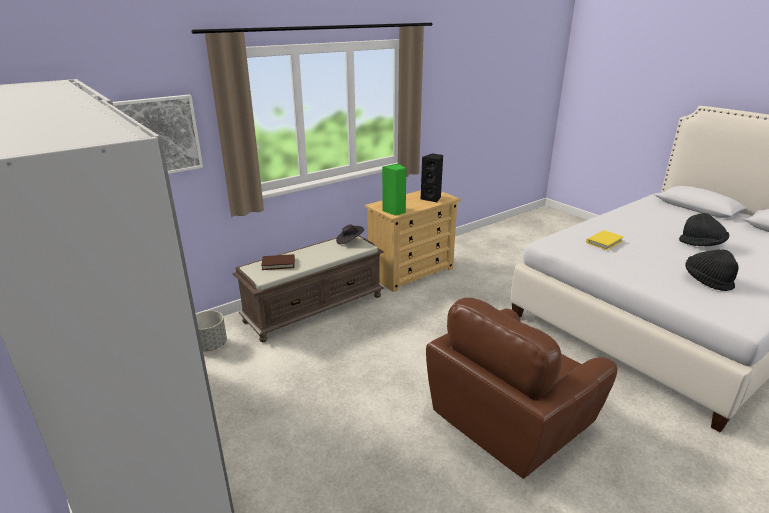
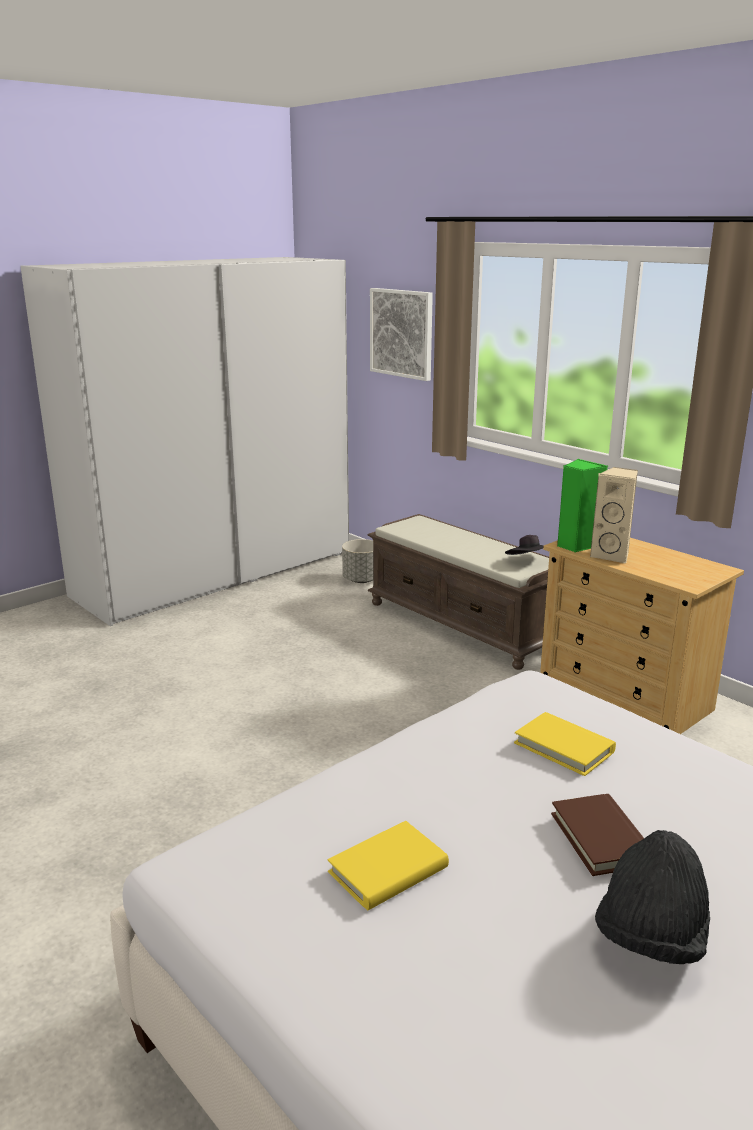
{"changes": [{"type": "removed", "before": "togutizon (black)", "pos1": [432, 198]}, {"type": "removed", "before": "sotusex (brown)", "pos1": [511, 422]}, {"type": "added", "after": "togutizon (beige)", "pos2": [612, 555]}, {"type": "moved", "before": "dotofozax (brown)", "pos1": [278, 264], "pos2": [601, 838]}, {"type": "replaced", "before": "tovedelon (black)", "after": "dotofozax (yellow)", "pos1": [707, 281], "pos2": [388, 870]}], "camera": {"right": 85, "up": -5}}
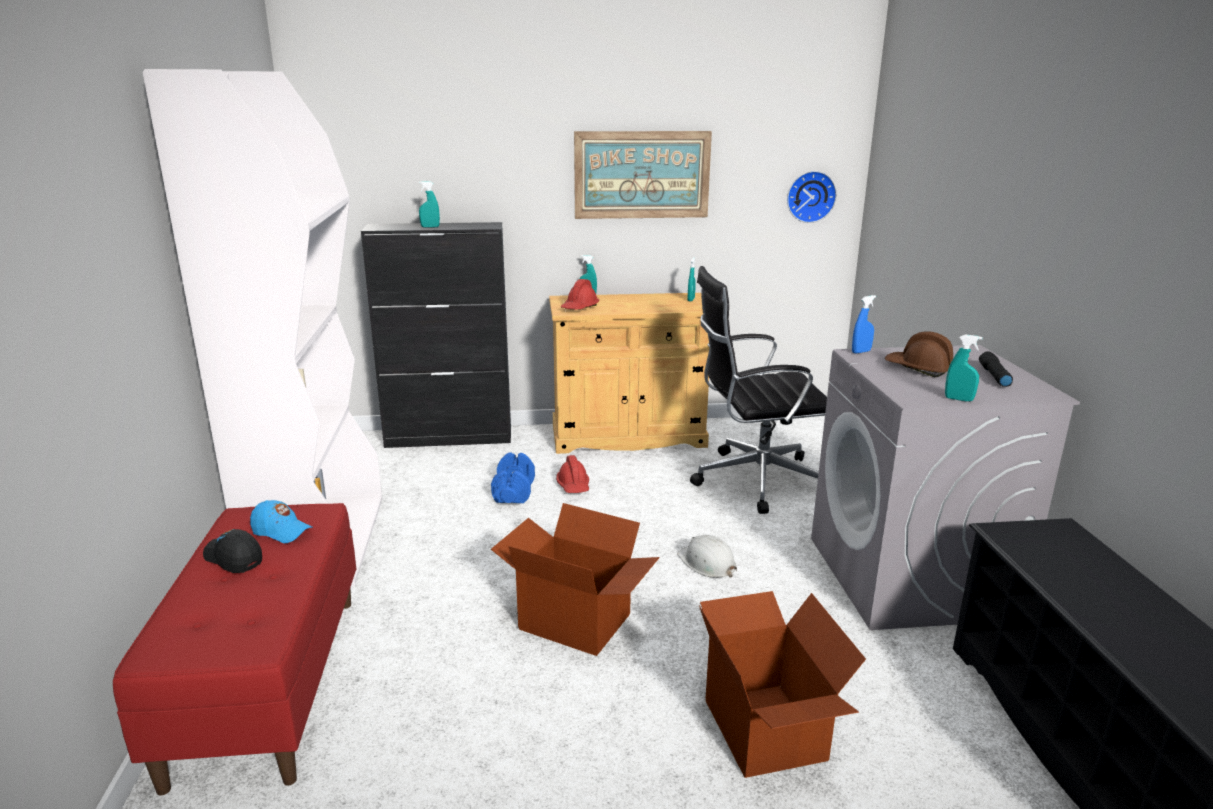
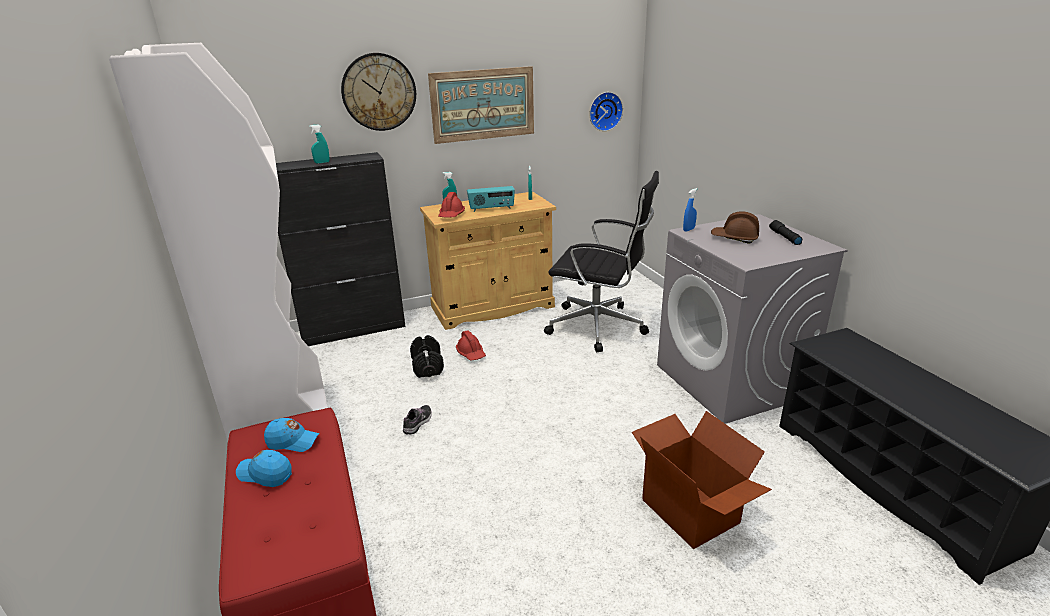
{"changes": [{"type": "removed", "before": "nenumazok", "pos1": [576, 620]}, {"type": "removed", "before": "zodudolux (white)", "pos1": [707, 563]}, {"type": "removed", "before": "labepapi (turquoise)", "pos1": [958, 399]}, {"type": "added", "after": "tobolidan", "pos2": [379, 92]}, {"type": "added", "after": "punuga", "pos2": [418, 422]}, {"type": "added", "after": "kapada", "pos2": [491, 209]}, {"type": "recoloured", "before": "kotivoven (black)", "after": "kotivoven (blue)", "pos1": [234, 558], "pos2": [265, 474]}, {"type": "recoloured", "before": "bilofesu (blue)", "after": "bilofesu (black)", "pos1": [514, 491], "pos2": [427, 366]}, {"type": "turned", "before": "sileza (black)", "pos1": [755, 480], "pos2": [599, 327], "turn": -135}], "camera": {"right": -15, "up": 5}}
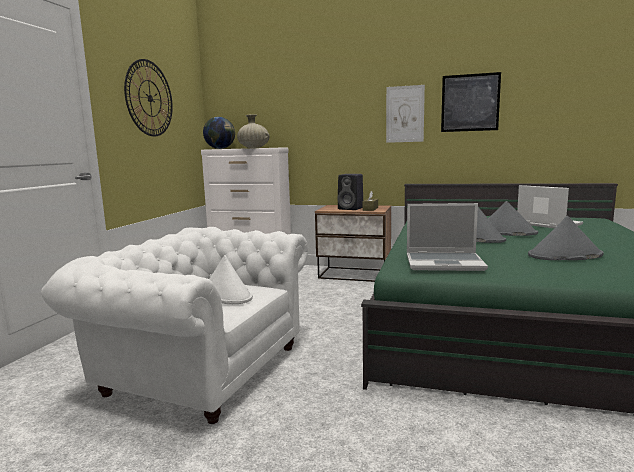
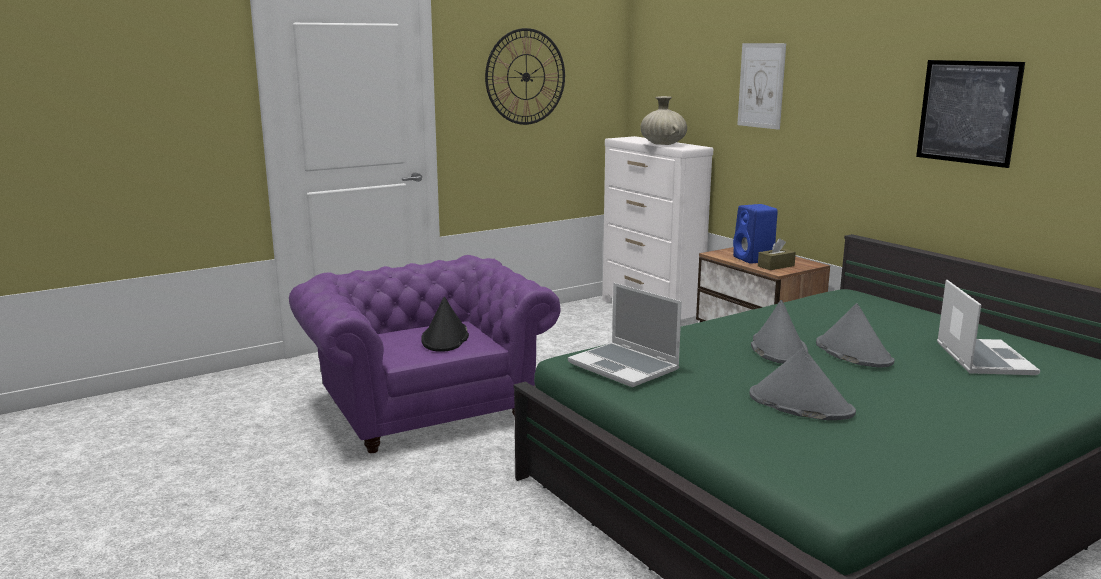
{"changes": [{"type": "removed", "before": "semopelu", "pos1": [220, 148]}, {"type": "moved", "before": "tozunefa", "pos1": [405, 114], "pos2": [761, 85]}, {"type": "recoloured", "before": "sotusex (white)", "after": "sotusex (purple)", "pos1": [199, 368], "pos2": [425, 407]}, {"type": "recoloured", "before": "tovedelon (white)", "after": "tovedelon (black)", "pos1": [226, 294], "pos2": [445, 338]}, {"type": "recoloured", "before": "togutizon (black)", "after": "togutizon (blue)", "pos1": [351, 208], "pos2": [754, 259]}], "camera": {"right": 40, "up": 5}}
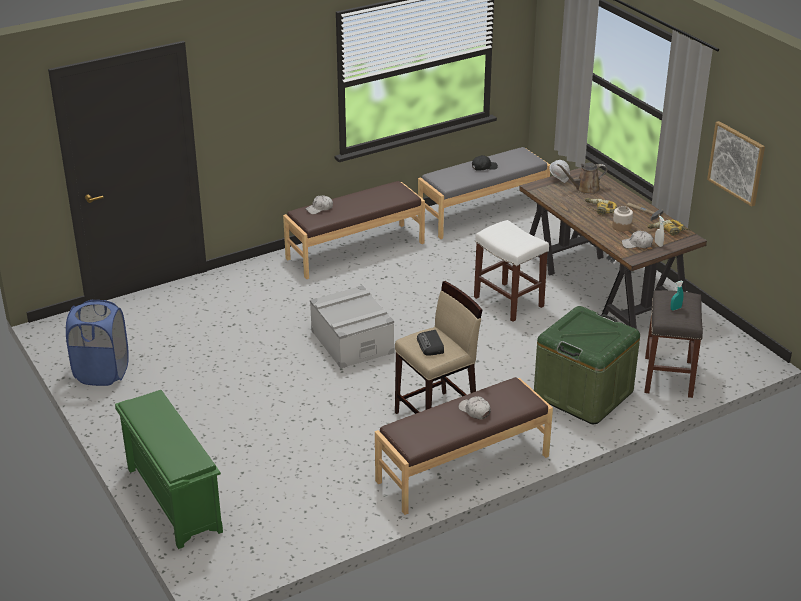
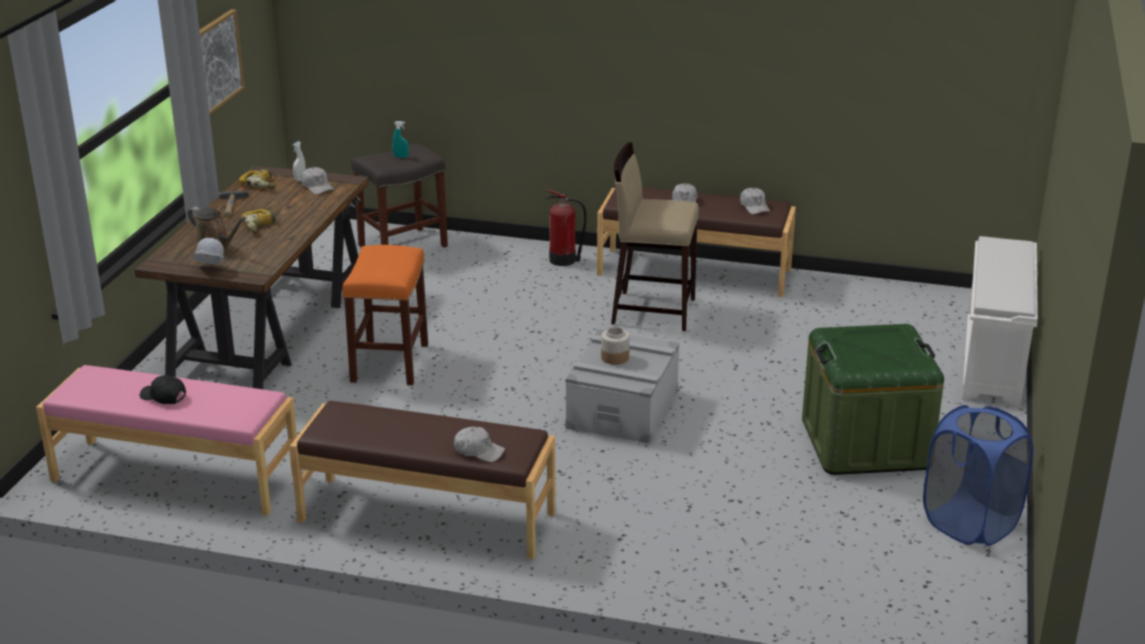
{"changes": [{"type": "removed", "before": "kapada", "pos1": [431, 346]}, {"type": "added", "after": "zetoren", "pos2": [564, 260]}, {"type": "added", "after": "kotivoven (white)", "pos2": [754, 207]}, {"type": "moved", "before": "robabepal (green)", "pos1": [583, 394], "pos2": [865, 444]}, {"type": "moved", "before": "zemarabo", "pos1": [621, 226], "pos2": [614, 358]}, {"type": "recoloured", "before": "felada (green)", "after": "felada (white)", "pos1": [172, 499], "pos2": [993, 364]}, {"type": "recoloured", "before": "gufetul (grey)", "after": "gufetul (pink)", "pos1": [482, 213], "pos2": [175, 477]}, {"type": "recoloured", "before": "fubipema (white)", "after": "fubipema (orange)", "pos1": [507, 301], "pos2": [390, 363]}], "camera": {"right": -135, "up": -5}}
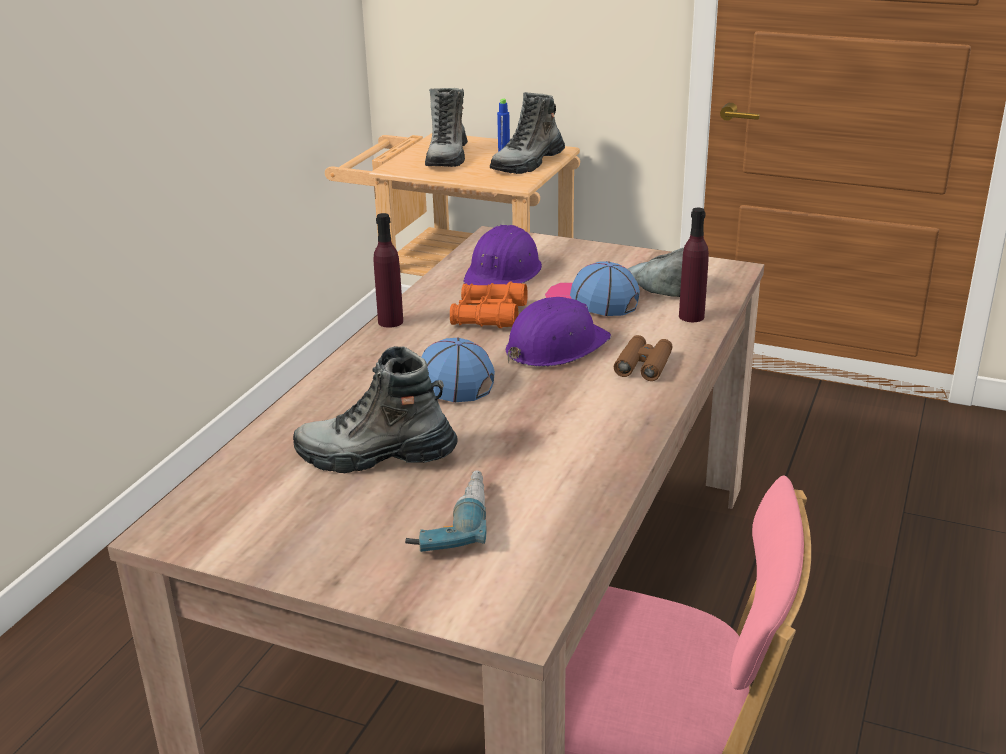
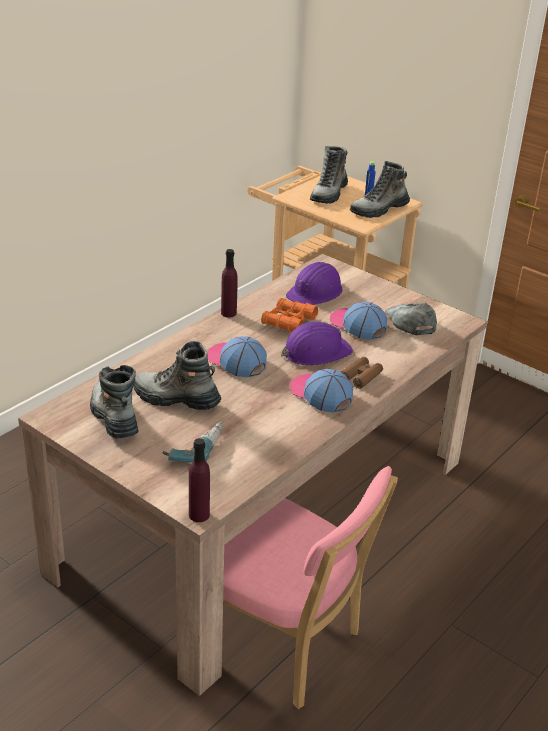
{"changes": [{"type": "added", "after": "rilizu", "pos2": [114, 417]}, {"type": "added", "after": "kotivoven", "pos2": [320, 394]}, {"type": "moved", "before": "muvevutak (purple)", "pos1": [691, 316], "pos2": [199, 515]}], "camera": {"right": 15, "up": 5}}
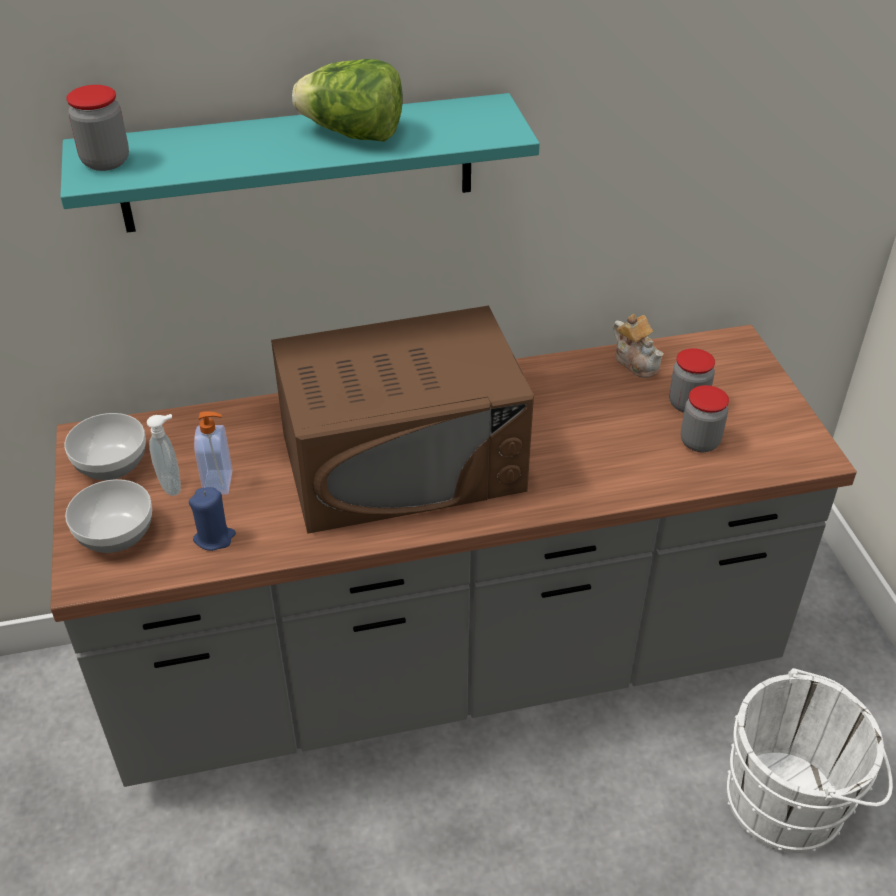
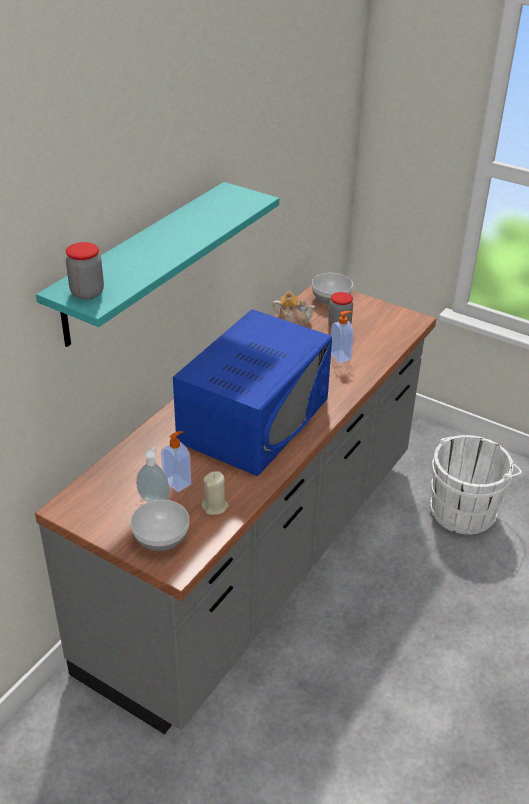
{"changes": [{"type": "removed", "before": "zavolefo", "pos1": [353, 135]}, {"type": "removed", "before": "zemarabo", "pos1": [699, 442]}, {"type": "added", "after": "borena", "pos2": [341, 356]}, {"type": "moved", "before": "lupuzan", "pos1": [111, 464], "pos2": [330, 299]}, {"type": "recoloured", "before": "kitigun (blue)", "after": "kitigun (beige)", "pos1": [214, 537], "pos2": [215, 506]}, {"type": "recoloured", "before": "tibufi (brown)", "after": "tibufi (blue)", "pos1": [403, 462], "pos2": [254, 419]}], "camera": {"right": -45, "up": -5}}
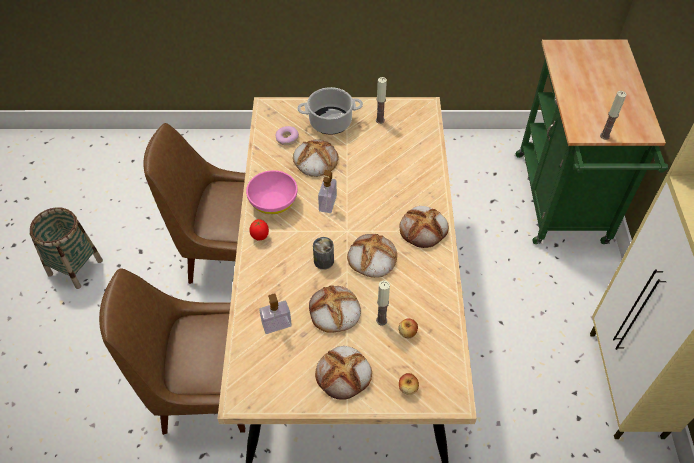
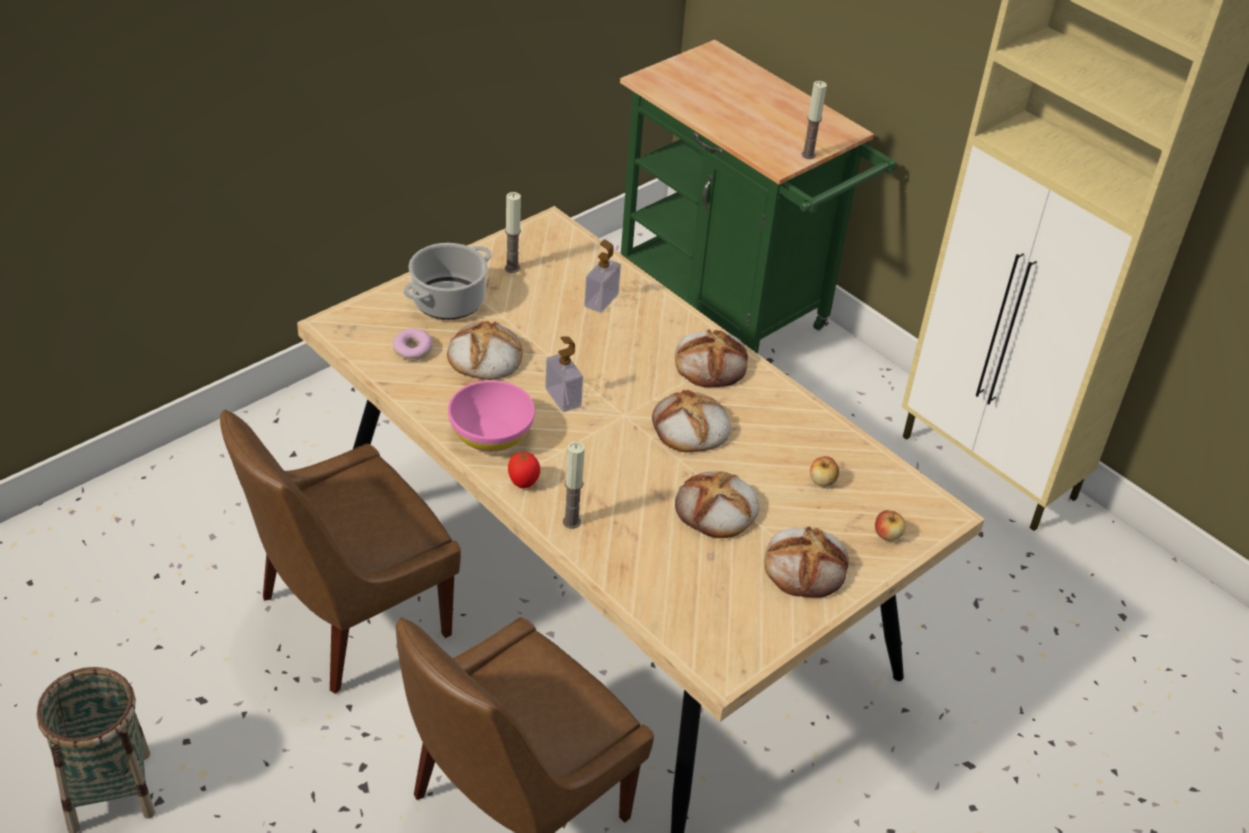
{"changes": [{"type": "removed", "before": "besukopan", "pos1": [323, 261]}, {"type": "moved", "before": "borena", "pos1": [276, 324], "pos2": [601, 300]}, {"type": "moved", "before": "kitigun", "pos1": [381, 320], "pos2": [571, 522]}], "camera": {"right": -45, "up": -10}}
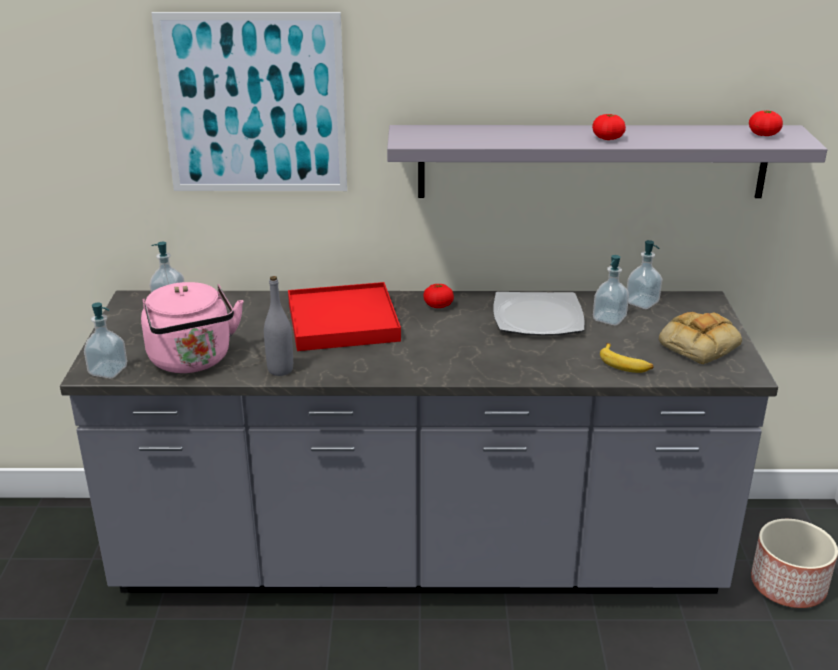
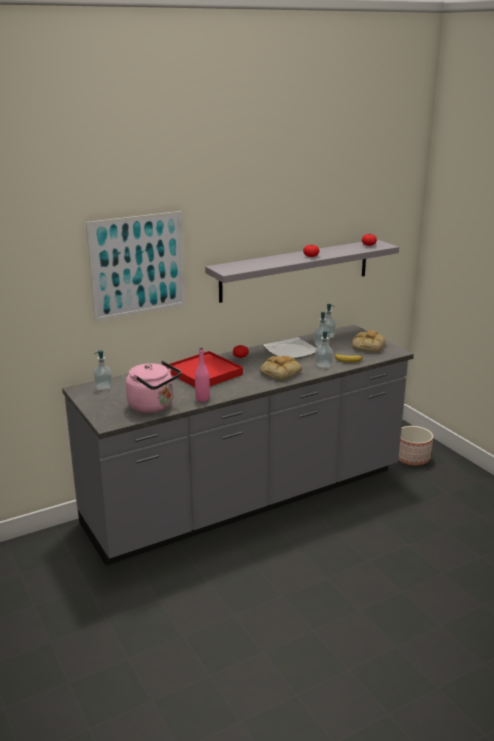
{"changes": [{"type": "added", "after": "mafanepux", "pos2": [280, 372]}, {"type": "moved", "before": "borena", "pos1": [108, 371], "pos2": [323, 365]}, {"type": "recoloured", "before": "muvevutak (grey)", "after": "muvevutak (pink)", "pos1": [280, 370], "pos2": [202, 399]}], "camera": {"right": -30, "up": -5}}
